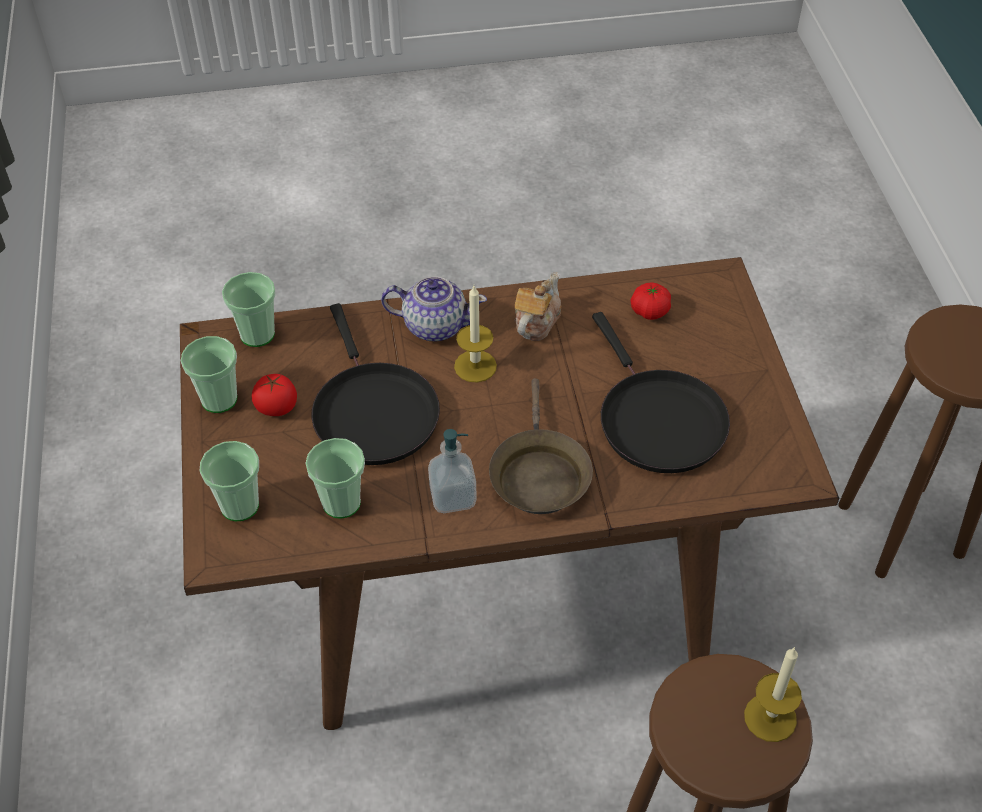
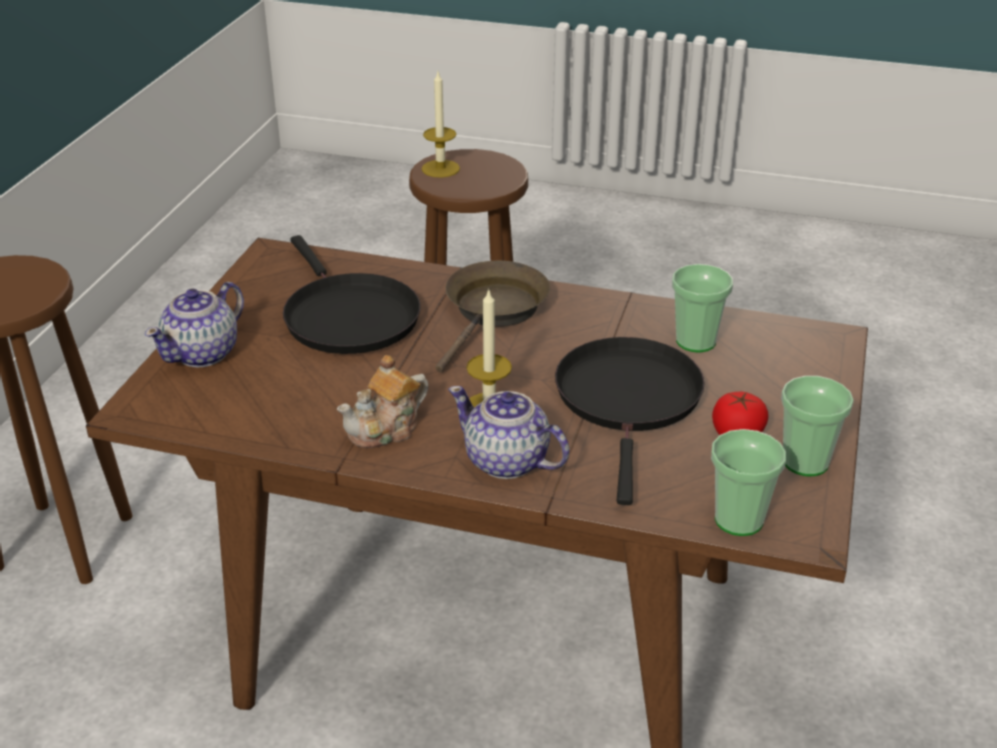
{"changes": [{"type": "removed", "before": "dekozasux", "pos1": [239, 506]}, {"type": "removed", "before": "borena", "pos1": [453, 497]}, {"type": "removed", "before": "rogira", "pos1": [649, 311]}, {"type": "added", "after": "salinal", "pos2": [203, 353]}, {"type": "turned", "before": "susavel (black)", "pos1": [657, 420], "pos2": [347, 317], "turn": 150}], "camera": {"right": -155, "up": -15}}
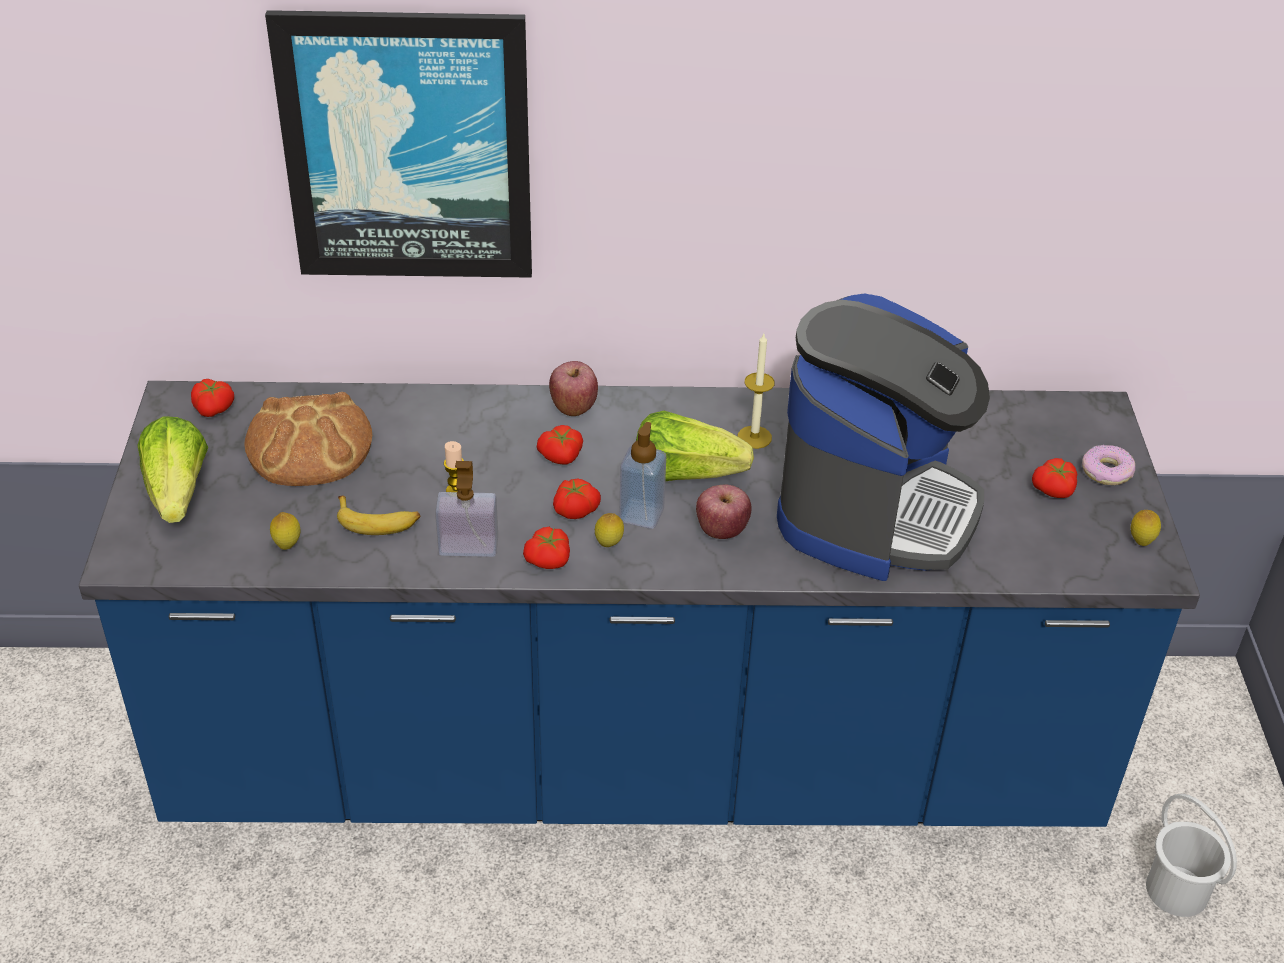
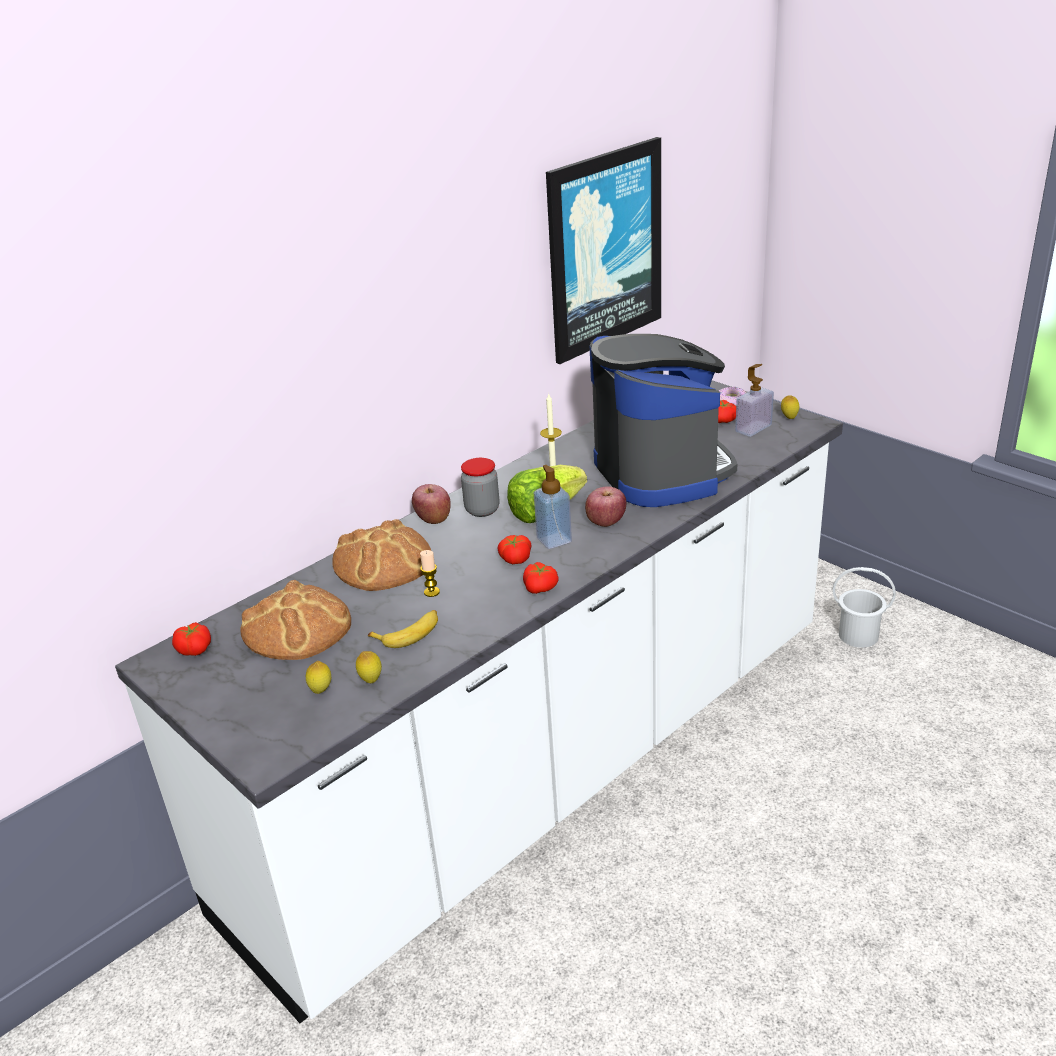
{"changes": [{"type": "removed", "before": "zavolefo", "pos1": [178, 492]}, {"type": "removed", "before": "rogira", "pos1": [561, 457]}, {"type": "added", "after": "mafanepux", "pos2": [383, 562]}, {"type": "added", "after": "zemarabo", "pos2": [482, 510]}, {"type": "moved", "before": "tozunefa", "pos1": [407, 147], "pos2": [604, 250]}, {"type": "moved", "before": "borena", "pos1": [468, 546], "pos2": [753, 428]}, {"type": "moved", "before": "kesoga", "pos1": [609, 545], "pos2": [321, 691]}, {"type": "recoloured", "before": "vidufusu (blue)", "after": "vidufusu (white)", "pos1": [633, 759], "pos2": [545, 767]}], "camera": {"right": -40, "up": -10}}
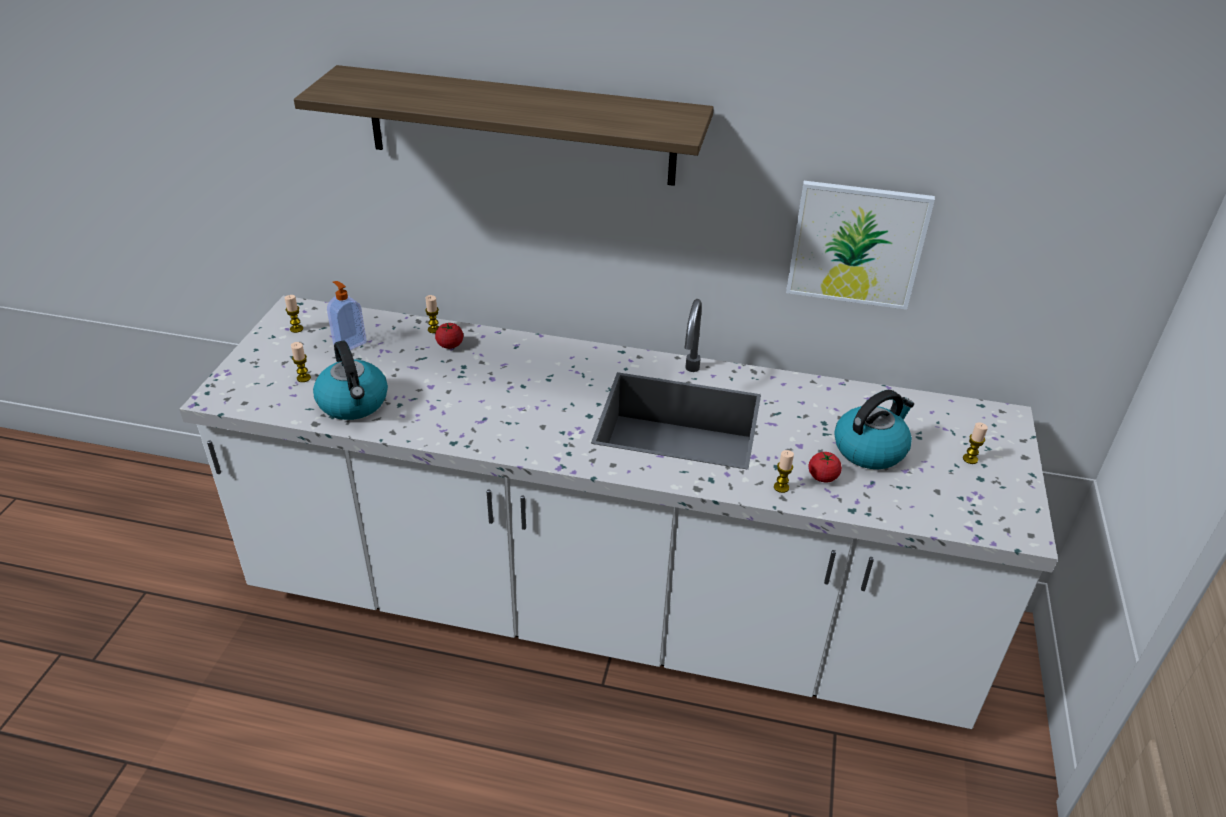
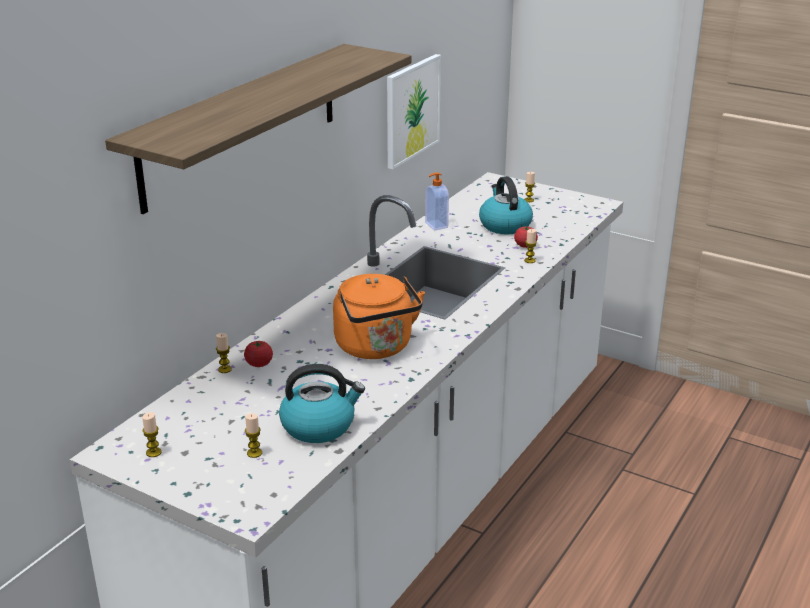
{"changes": [{"type": "added", "after": "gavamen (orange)", "pos2": [376, 348]}, {"type": "moved", "before": "borena", "pos1": [349, 343], "pos2": [435, 225]}], "camera": {"right": -70, "up": -10}}
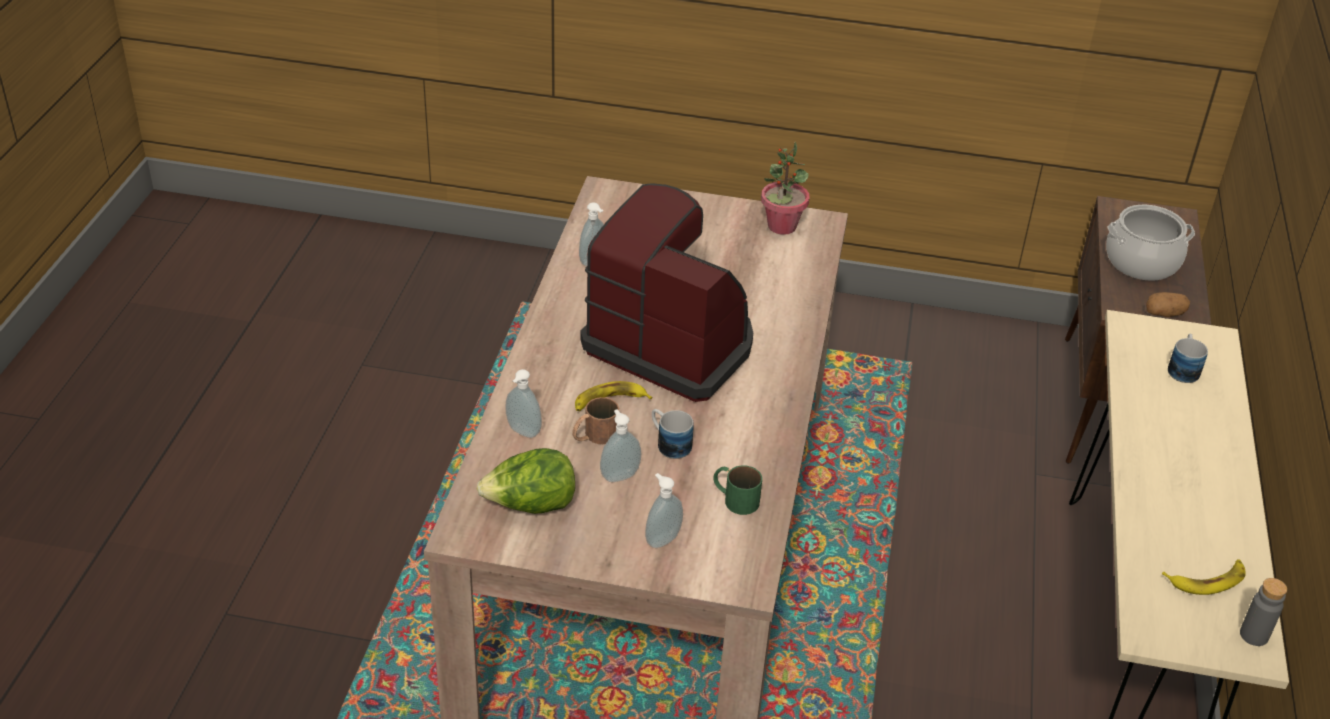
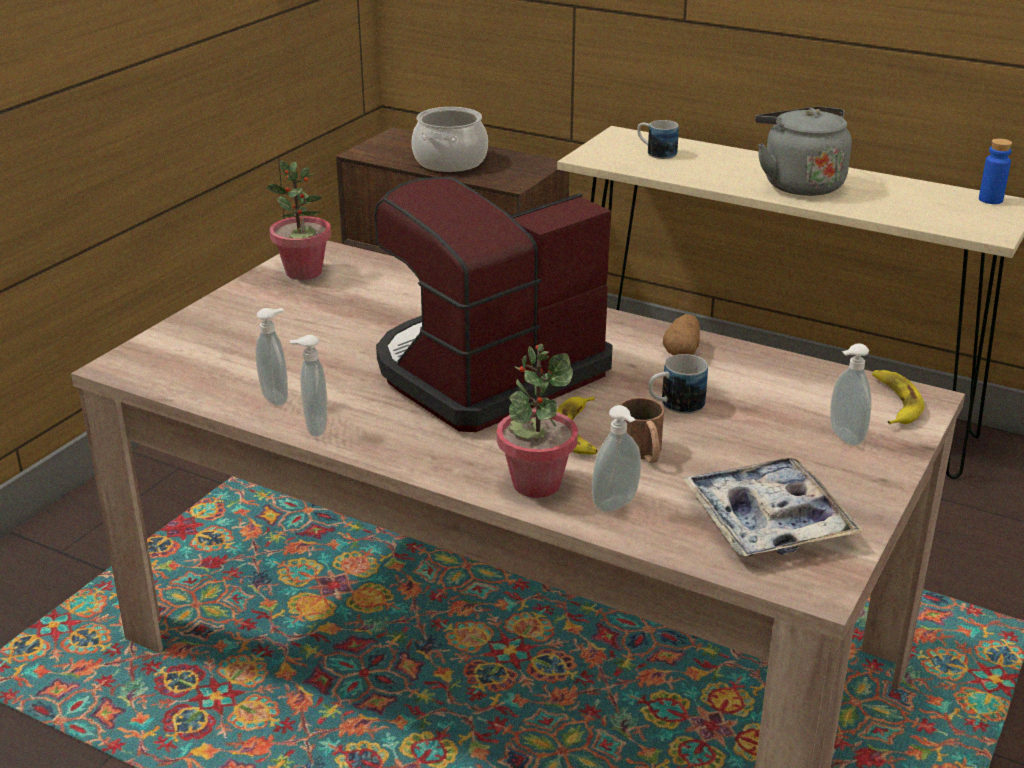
{"changes": [{"type": "removed", "before": "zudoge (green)", "pos1": [734, 498]}, {"type": "added", "after": "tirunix", "pos2": [536, 484]}, {"type": "added", "after": "gavamen (grey)", "pos2": [799, 184]}, {"type": "moved", "before": "borena", "pos1": [619, 475], "pos2": [314, 428]}, {"type": "moved", "before": "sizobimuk", "pos1": [1164, 314], "pos2": [682, 351]}, {"type": "moved", "before": "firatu", "pos1": [1207, 580], "pos2": [894, 403]}, {"type": "replaced", "before": "zavolefo", "after": "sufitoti", "pos1": [530, 506], "pos2": [768, 520]}, {"type": "recoloured", "before": "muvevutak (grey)", "after": "muvevutak (blue)", "pos1": [1254, 635], "pos2": [990, 200]}], "camera": {"right": -70, "up": -10}}
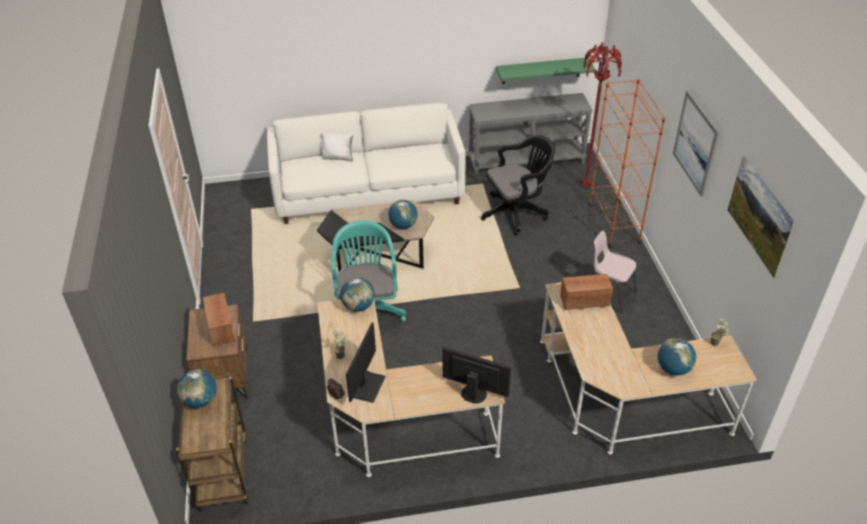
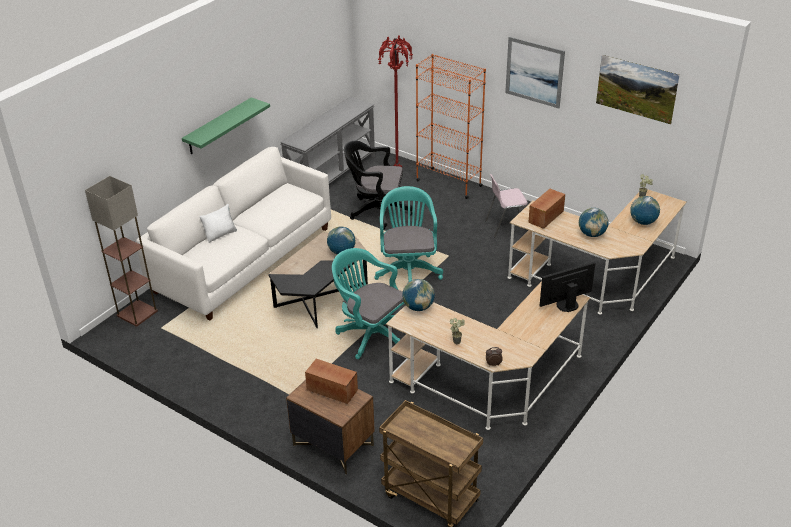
{"changes": [{"type": "removed", "before": "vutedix", "pos1": [368, 386]}, {"type": "added", "after": "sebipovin", "pos2": [137, 313]}, {"type": "added", "after": "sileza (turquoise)", "pos2": [408, 270]}, {"type": "moved", "before": "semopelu", "pos1": [200, 401], "pos2": [592, 234]}, {"type": "moved", "before": "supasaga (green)", "pos1": [541, 70], "pos2": [218, 126]}, {"type": "turned", "before": "sileza (black)", "pos1": [517, 212], "pos2": [376, 211], "turn": -105}], "camera": {"right": -45, "up": -5}}
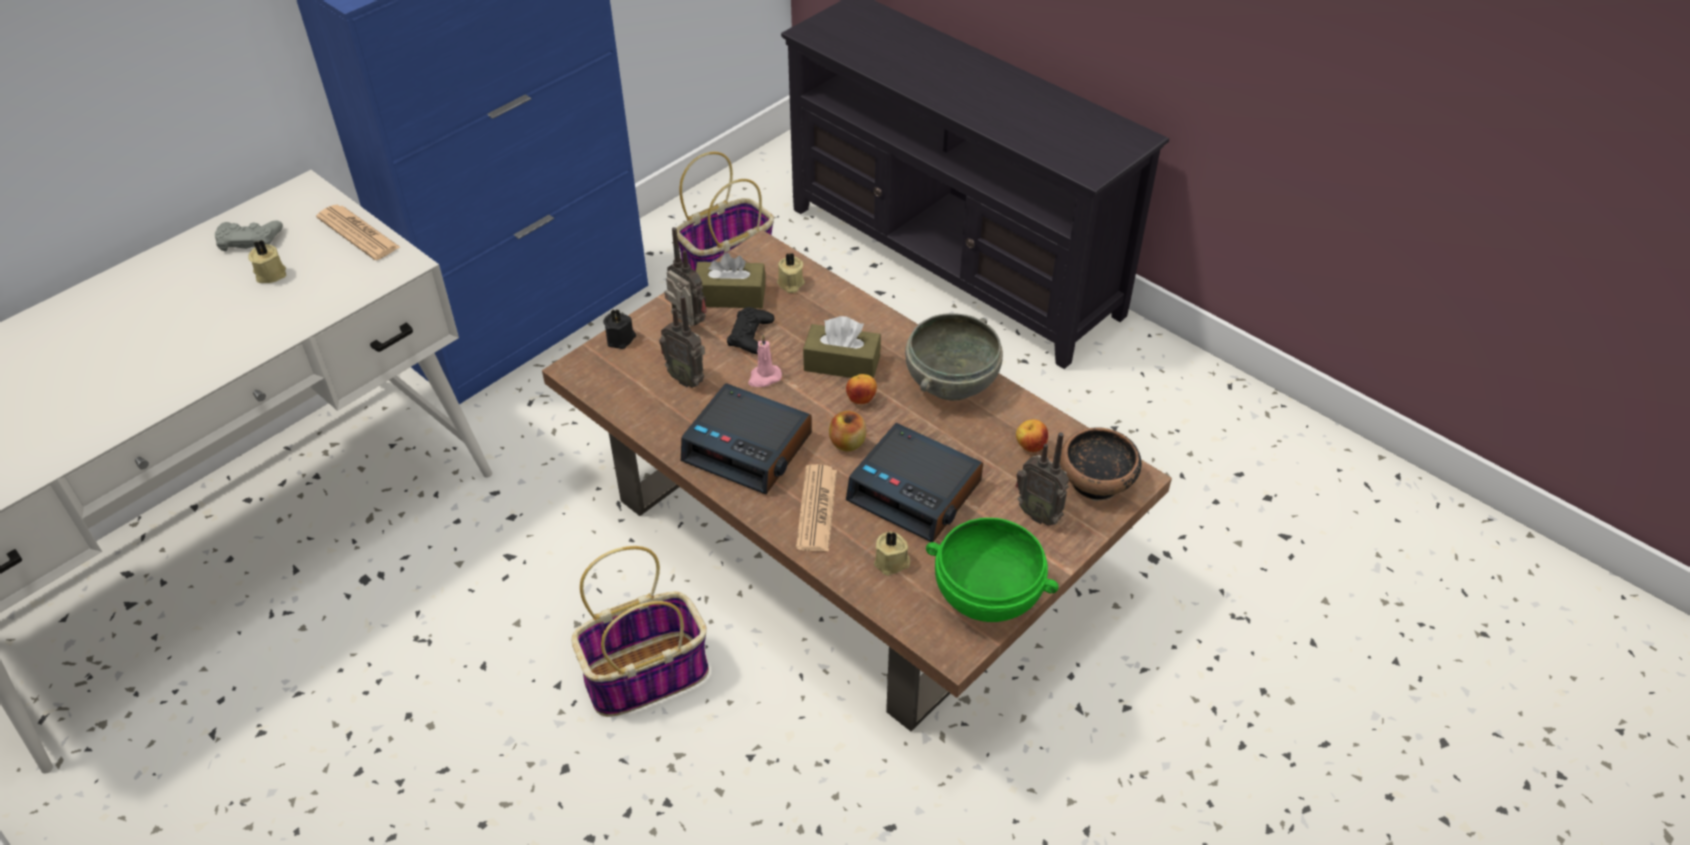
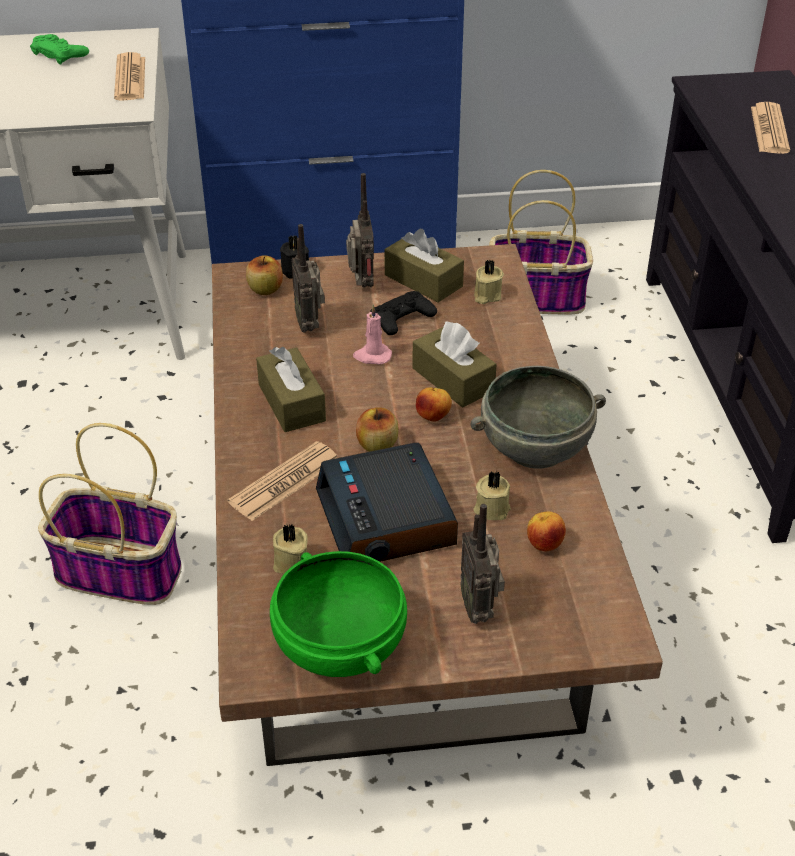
{"changes": [{"type": "removed", "before": "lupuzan", "pos1": [1097, 482]}, {"type": "added", "after": "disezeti", "pos2": [265, 289]}, {"type": "added", "after": "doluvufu", "pos2": [769, 130]}, {"type": "moved", "before": "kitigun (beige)", "pos1": [270, 274], "pos2": [491, 507]}, {"type": "replaced", "before": "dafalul", "after": "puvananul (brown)", "pos1": [749, 448], "pos2": [291, 403]}, {"type": "recoloured", "before": "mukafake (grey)", "after": "mukafake (green)", "pos1": [249, 239], "pos2": [59, 54]}], "camera": {"right": 40, "up": -5}}
